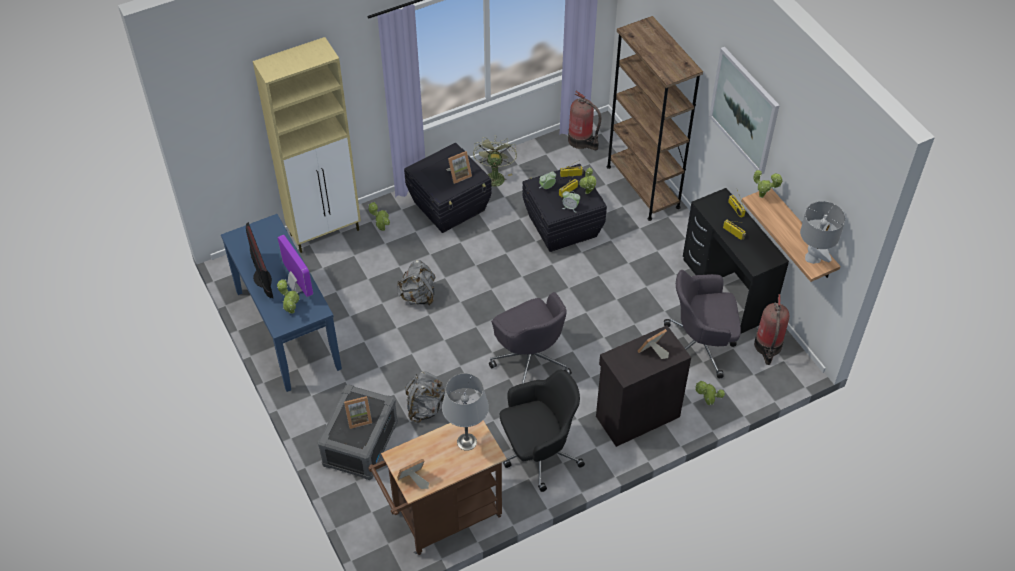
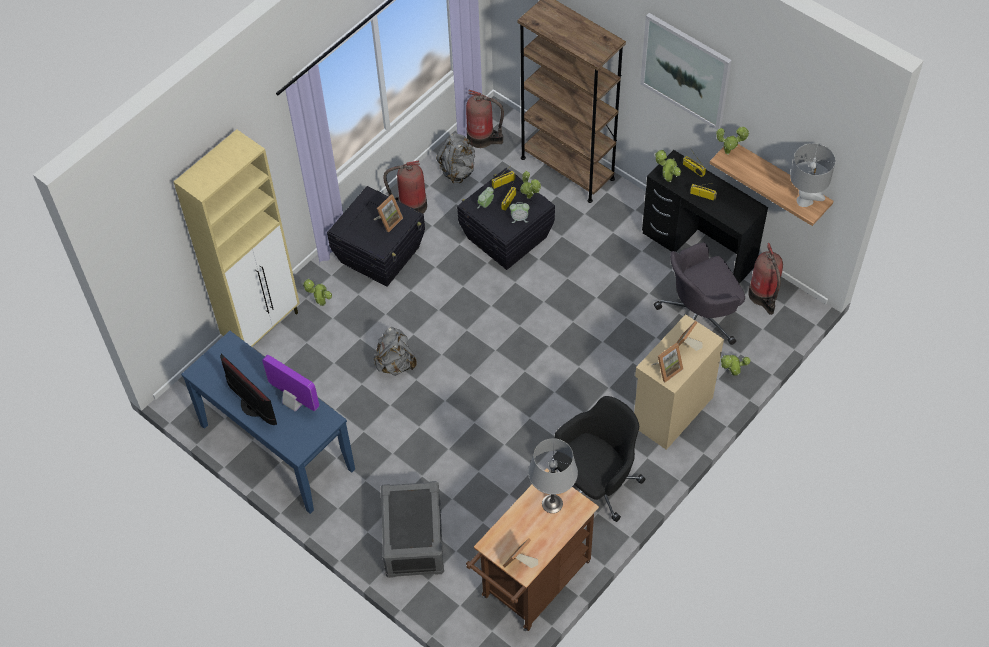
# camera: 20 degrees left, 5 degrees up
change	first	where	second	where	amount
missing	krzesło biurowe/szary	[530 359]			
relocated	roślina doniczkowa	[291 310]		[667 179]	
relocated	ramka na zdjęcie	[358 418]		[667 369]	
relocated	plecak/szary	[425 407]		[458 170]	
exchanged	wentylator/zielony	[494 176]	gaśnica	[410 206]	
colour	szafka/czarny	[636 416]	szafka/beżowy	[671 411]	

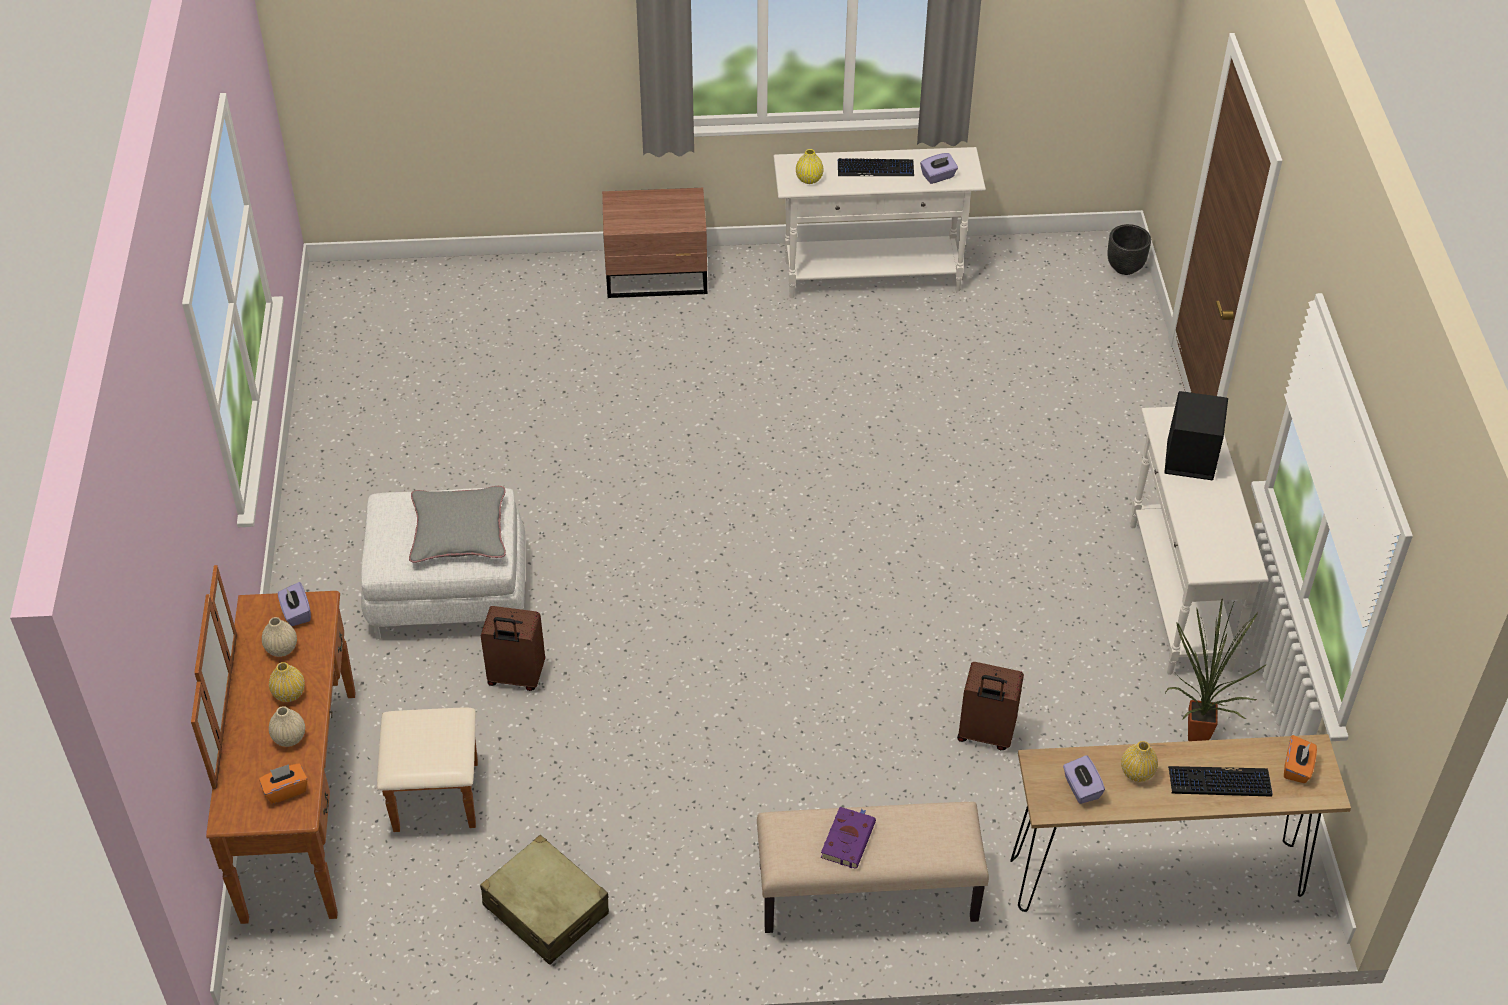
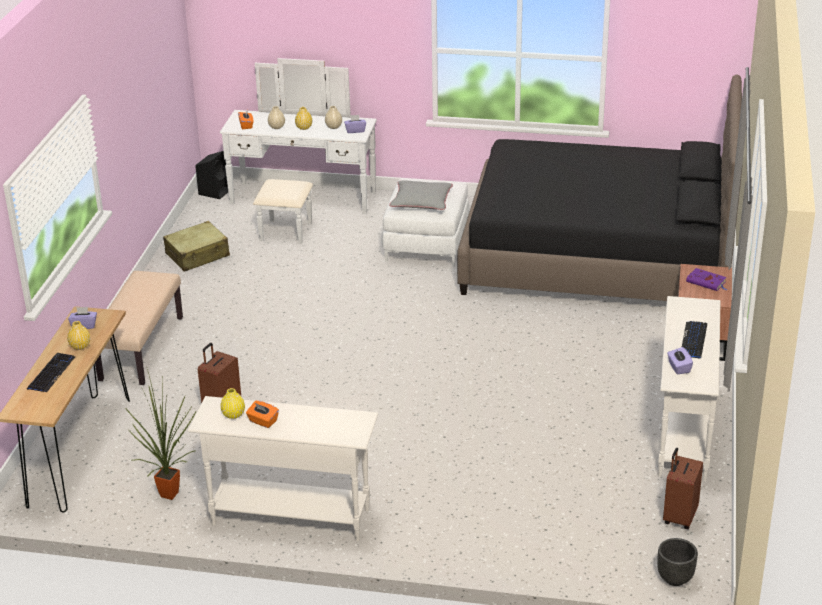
# camera: 105 degrees right, 15 degrees down
change	first	where	second	where	amount
appeared			łóżko/czarny	[598 256]	
relocated	walizka/brązowy	[515 677]		[679 517]	
relocated	wazon/żółty	[809 179]		[233 415]	
relocated	książka/fioletowy	[848 838]		[707 282]	
relocated	głośnik/czarny	[1188 460]		[215 191]	
relocated	pudełko chusteczek/pomarańczowy	[1297 768]		[263 421]	
colour	komoda/brązowy	[332 800]	komoda/biały	[300 205]	

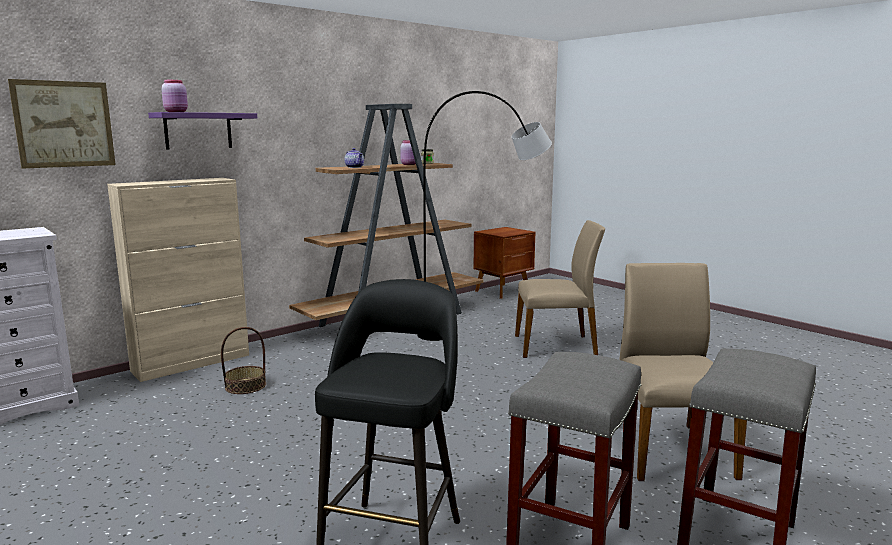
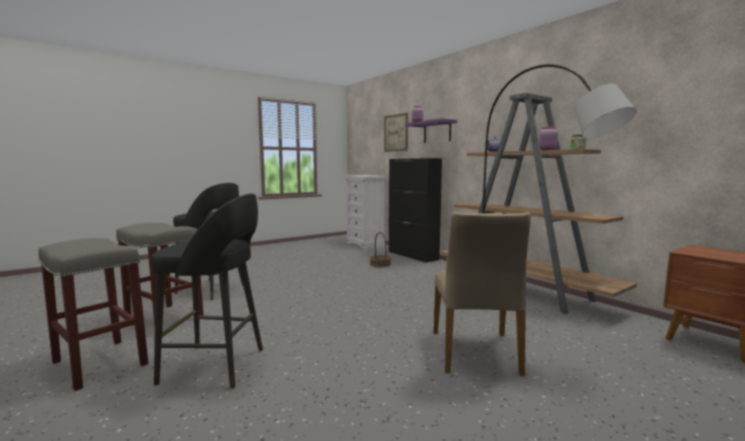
# camera: 95 degrees right, 5 degrees down
change	first	where	second	where	amount
exchanged	krzesło/beżowy	[668 450]	stołek/czarny	[216 366]	
colour	szafka/beżowy	[192 363]	szafka/czarny	[413 255]	

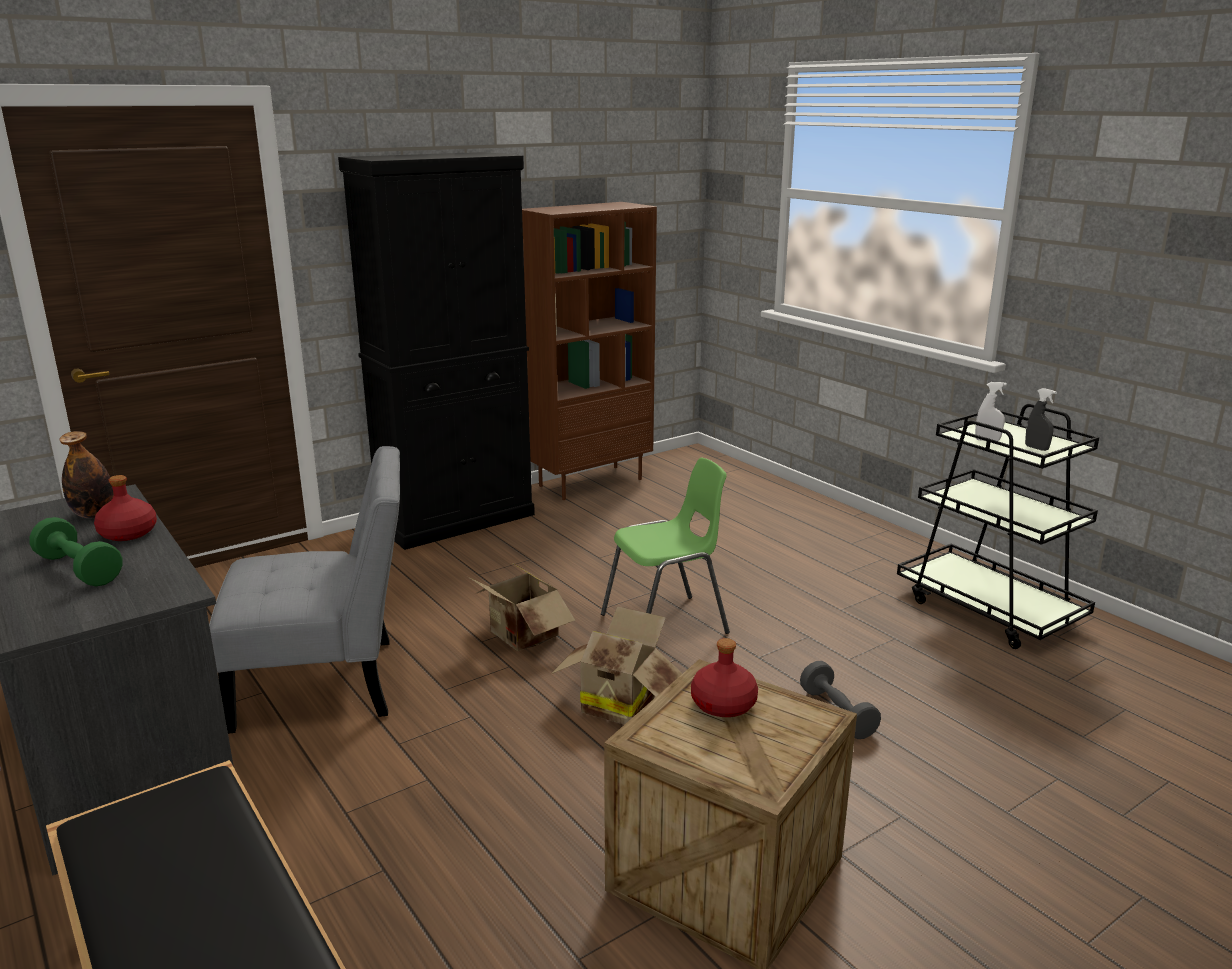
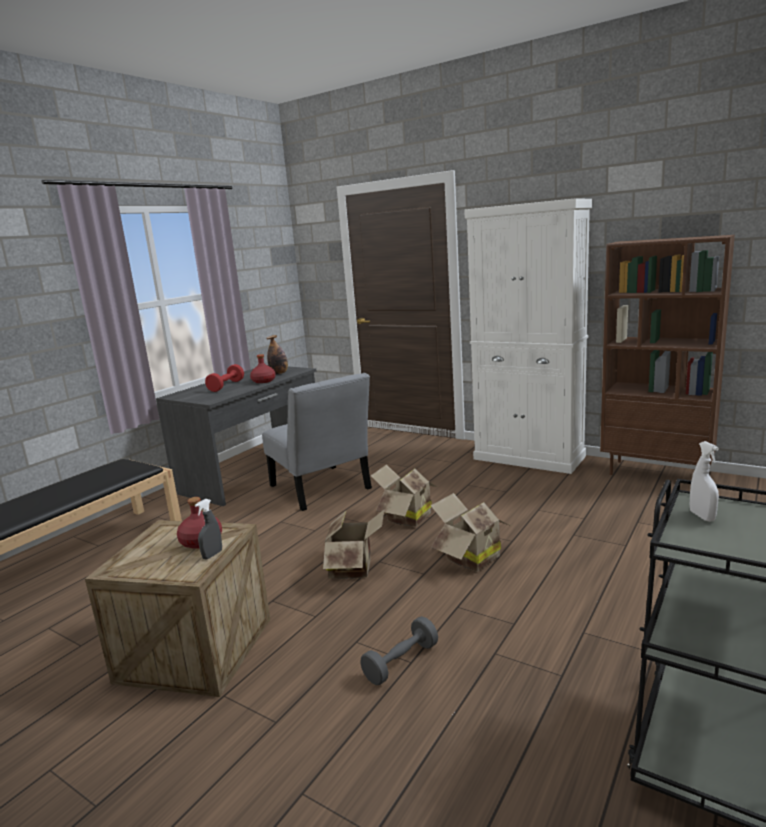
# camera: 70 degrees right, 5 degrees down
change	first	where	second	where	amount
relocated	spryskiwacz/szary	[1036 448]		[212 555]	
exchanged	krzesło/zielony	[666 624]	karton	[468 558]	
colour	hantel/zielony	[79 569]	hantel/czerwony	[226 386]	
colour	szafka/czarny	[456 519]	szafka/biały	[529 458]	

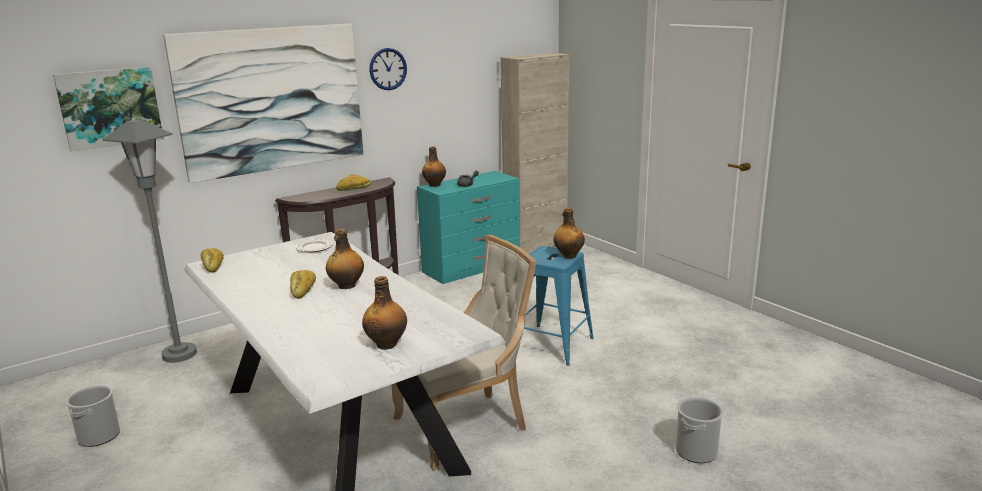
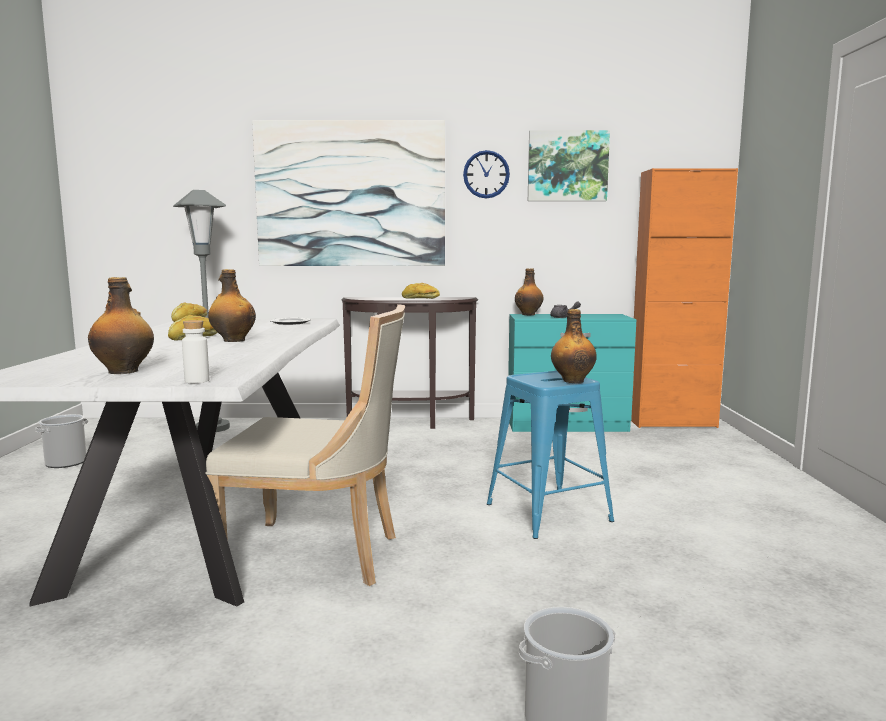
# camera: 35 degrees right, 10 degrees down
change	first	where	second	where	amount
appeared			butelka/biały	[197 381]	
relocated	obraz	[110 107]		[567 166]	
colour	szafka/beżowy	[535 246]	szafka/pomarańczowy	[672 423]	

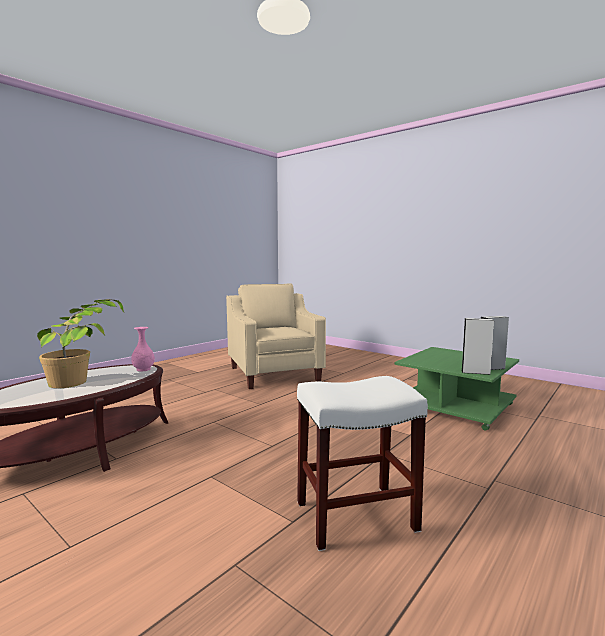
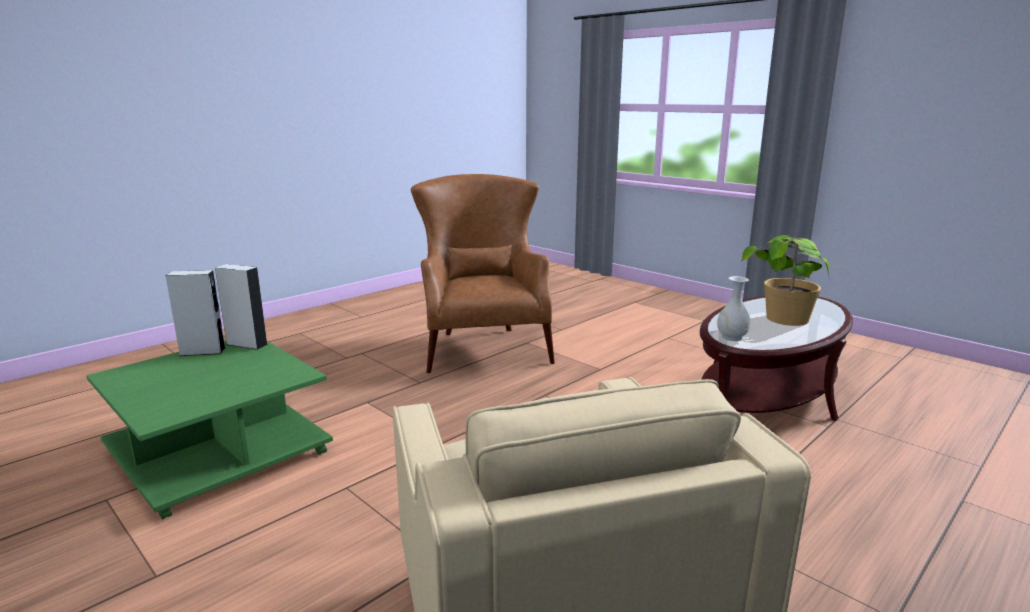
# camera: 175 degrees left, 10 degrees up
change	first	where	second	where	amount
exchanged	stołek/biały	[355 517]	fotel/brązowy	[482 343]	
colour	wazon/różowy	[143 369]	wazon/biały	[732 337]	

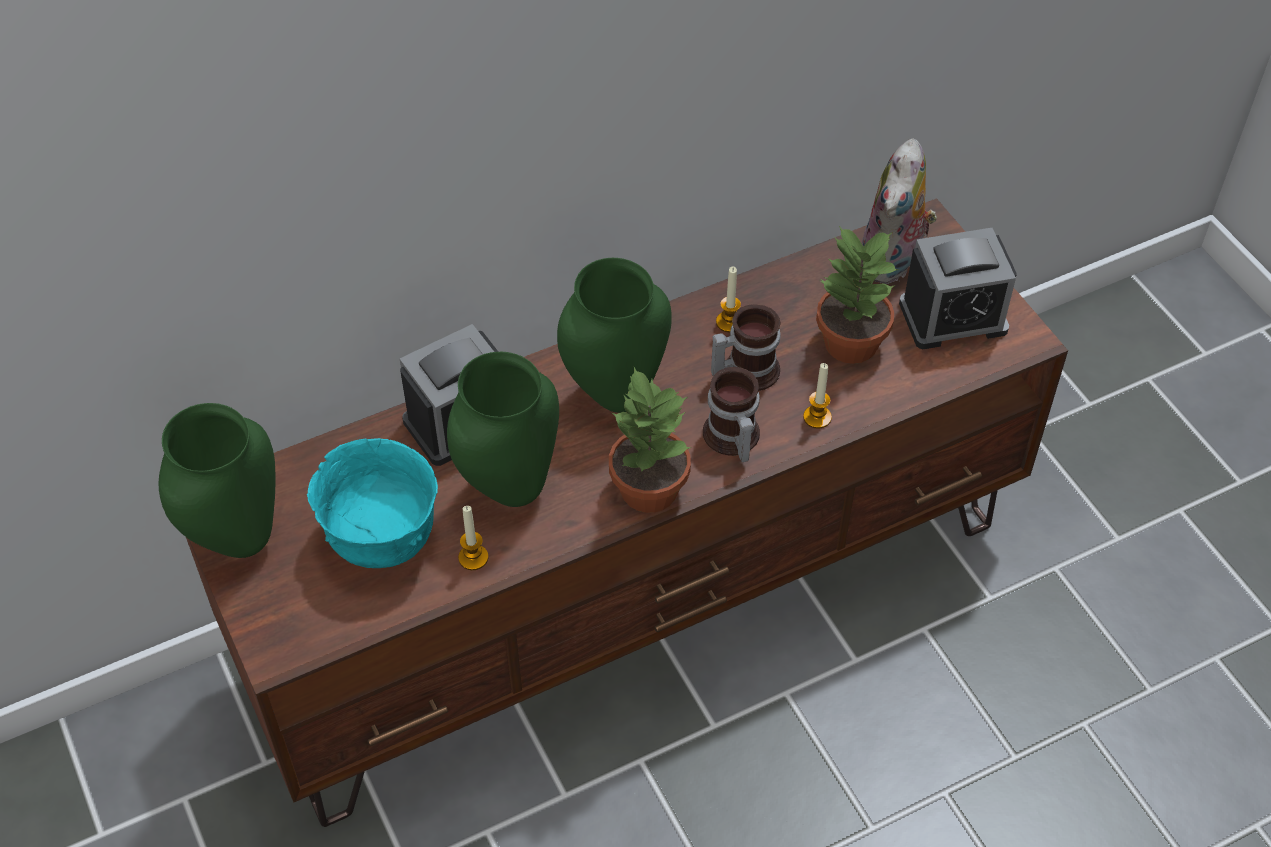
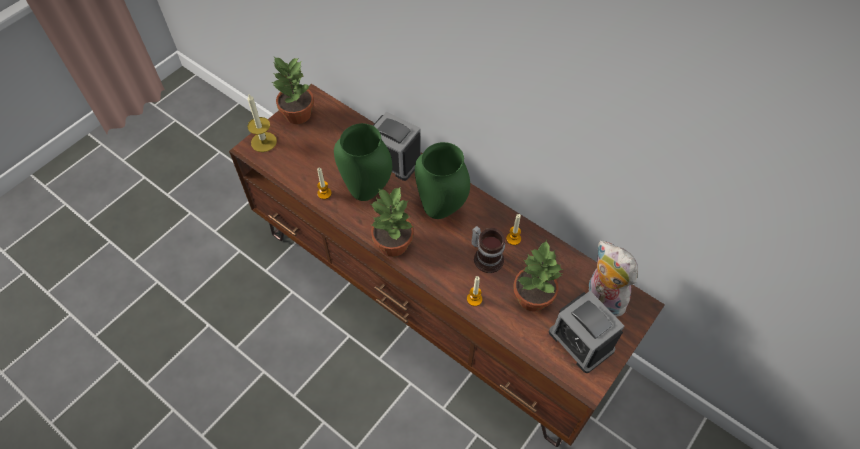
# camera: 65 degrees right, 5 degrees up
change	first	where	second	where	amount
missing	miska/turkusowy	[382 538]			
missing	kubek	[730 438]			
appeared			świeca	[264 142]	
exchanged	wazon/zielony	[240 542]	roślina doniczkowa	[297 114]	
spun	pluszak	[893 262]		[602 298]	60 degrees clockwise

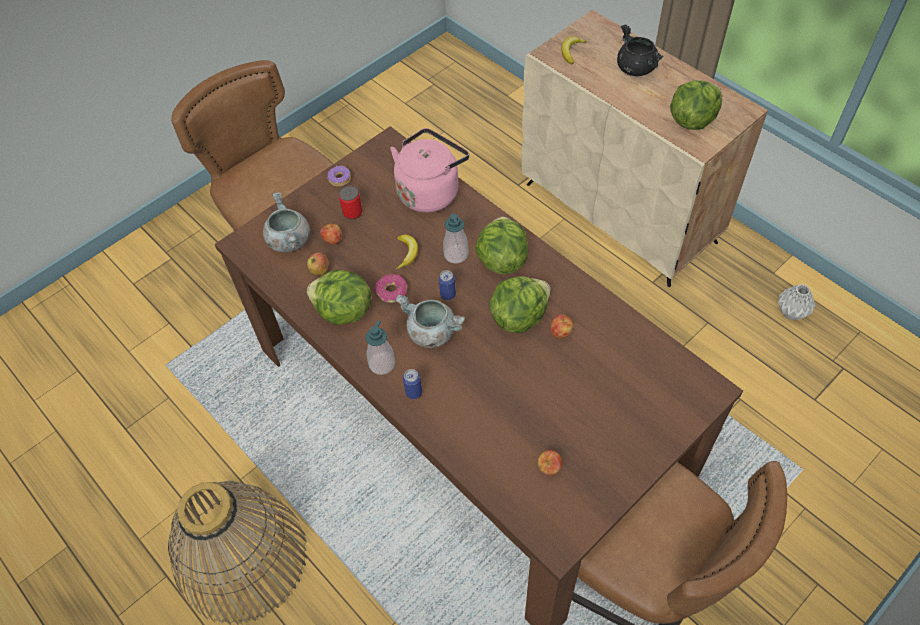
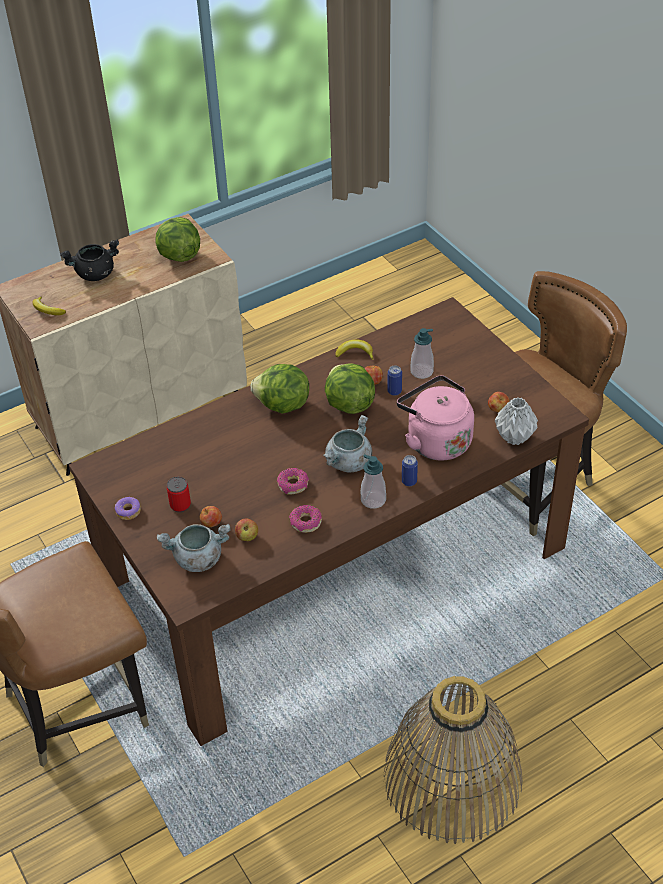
# camera: 80 degrees left, 10 degrees down
change	first	where	second	where	amount
relocated	czajnik/różowy	[430 191]		[435 440]	
relocated	banan	[407 253]		[355 353]	
relocated	puszka	[448 295]		[394 391]	
relocated	dozownik mydła	[456 254]		[421 371]	
relocated	wazon/szary	[791 313]		[515 437]	
exchanged	sałata	[343 312]	donut	[305 522]	

